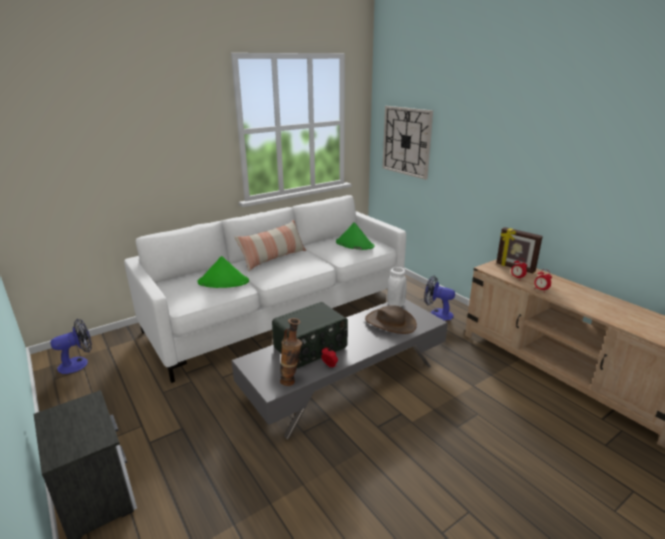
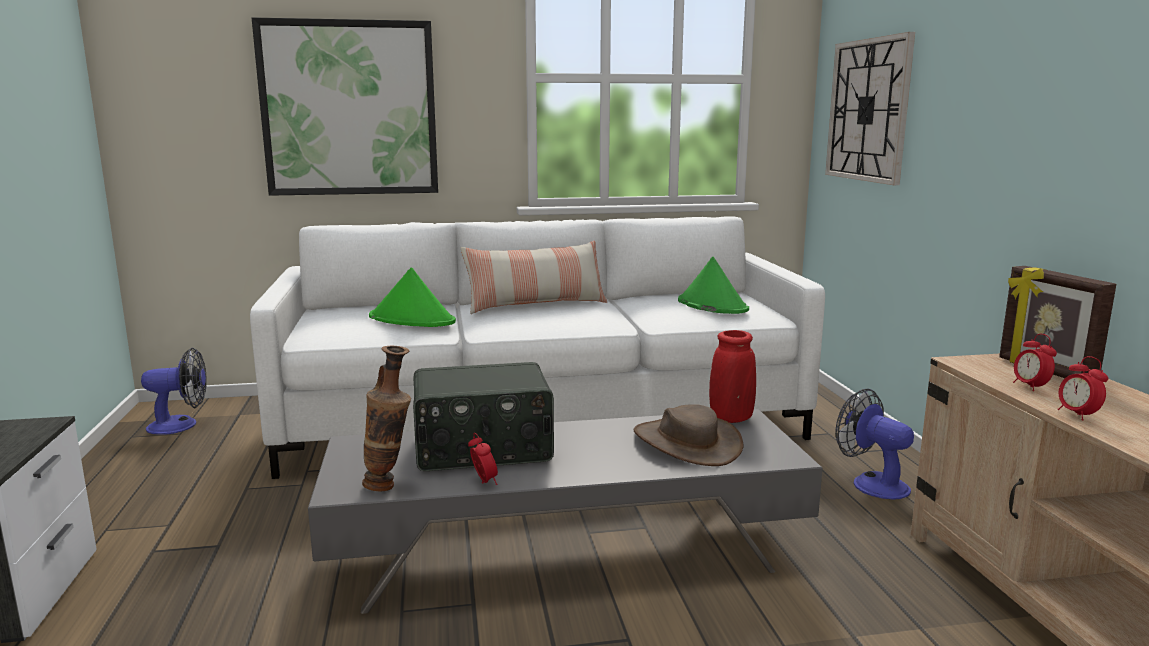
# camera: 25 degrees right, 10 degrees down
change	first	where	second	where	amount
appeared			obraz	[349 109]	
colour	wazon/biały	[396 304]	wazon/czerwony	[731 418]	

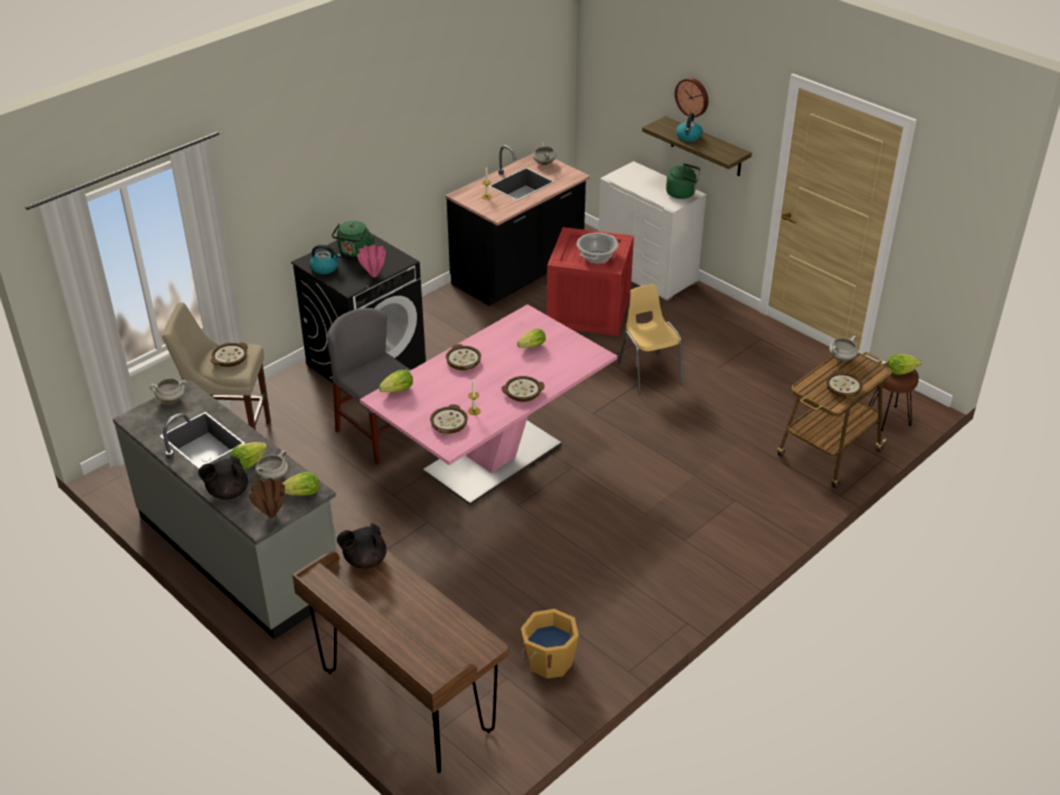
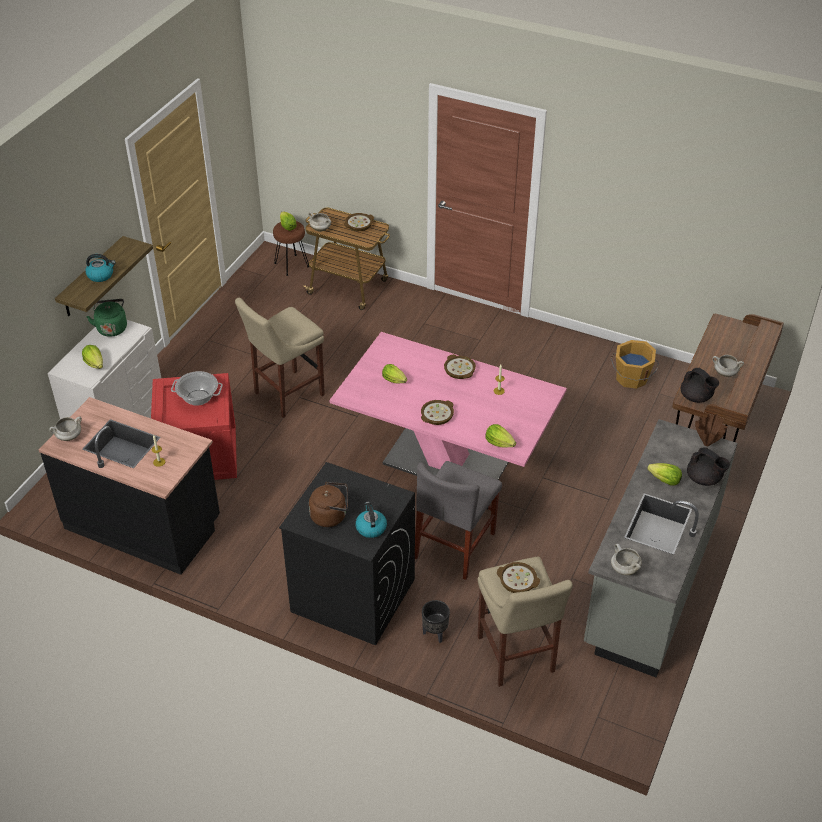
# camera: 110 degrees left, 5 degrees up
change	first	where	second	where	amount
missing	wazon/różowy	[373 275]			
missing	miska	[448 424]			
missing	zegar ścienny	[693 96]			
appeared			donica/czarny	[435 633]	
relocated	garnek/biały	[273 477]		[724 373]	
relocated	sałata	[302 494]		[95 364]	
exchanged	krzesło/żółty	[649 373]	stołek/beżowy	[286 395]	
colour	czajnik/zielony	[354 252]	czajnik/brązowy	[331 516]	

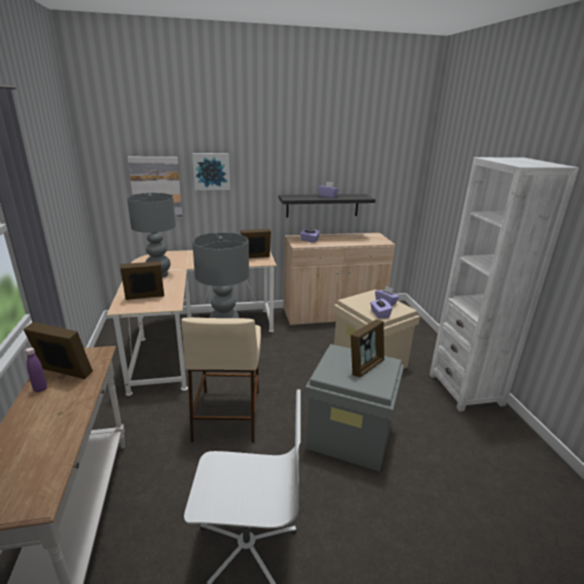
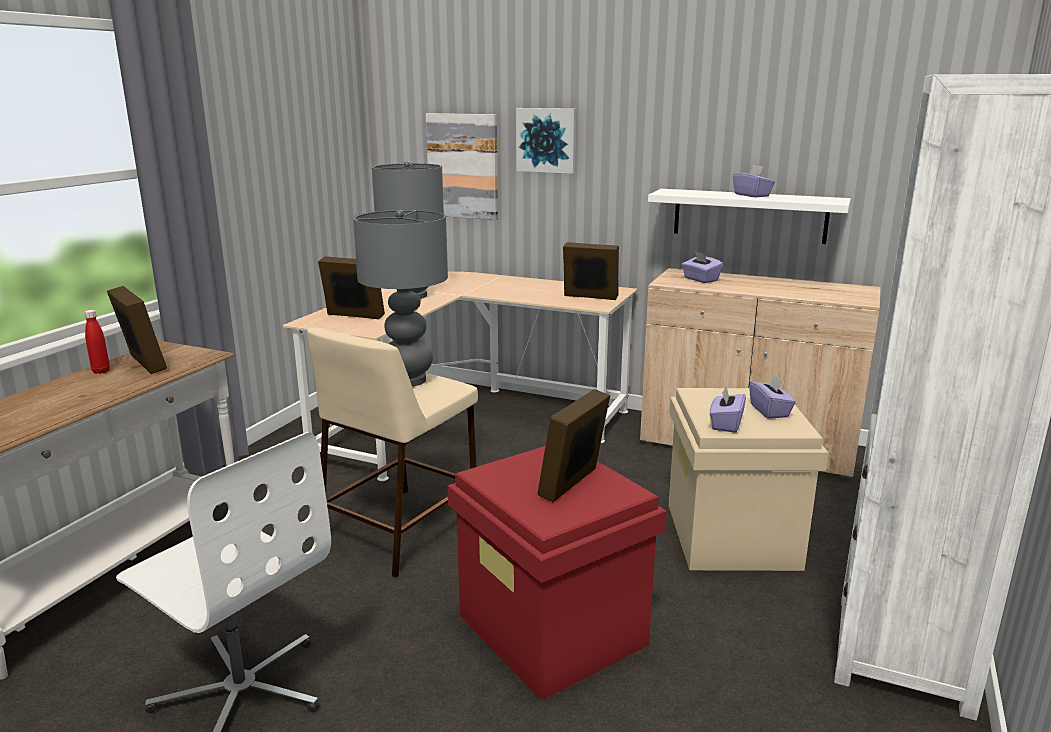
# camera: 35 degrees right, 5 degrees down
change	first	where	second	where	amount
colour	butelka/fioletowy	[40 389]	butelka/czerwony	[101 371]	
colour	półka/czarny	[322 205]	półka/biały	[749 215]	
colour	pojemnik do przechowywania/szary	[350 436]	pojemnik do przechowywania/czerwony	[553 630]	
spun	ramka na zdjęcie	[366 366]		[573 484]	135 degrees clockwise

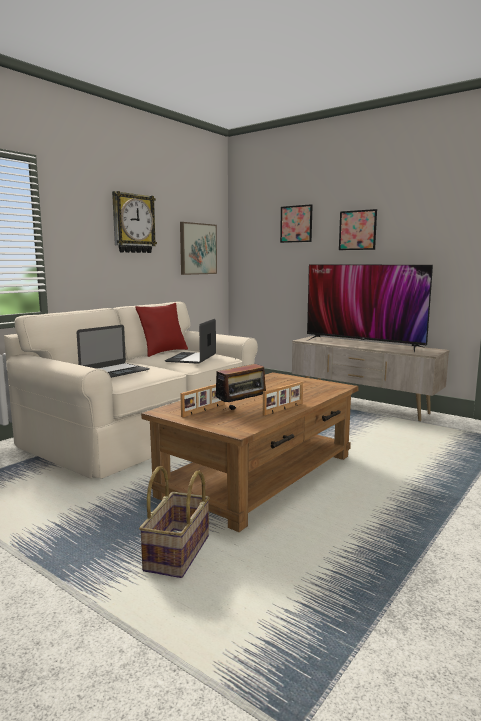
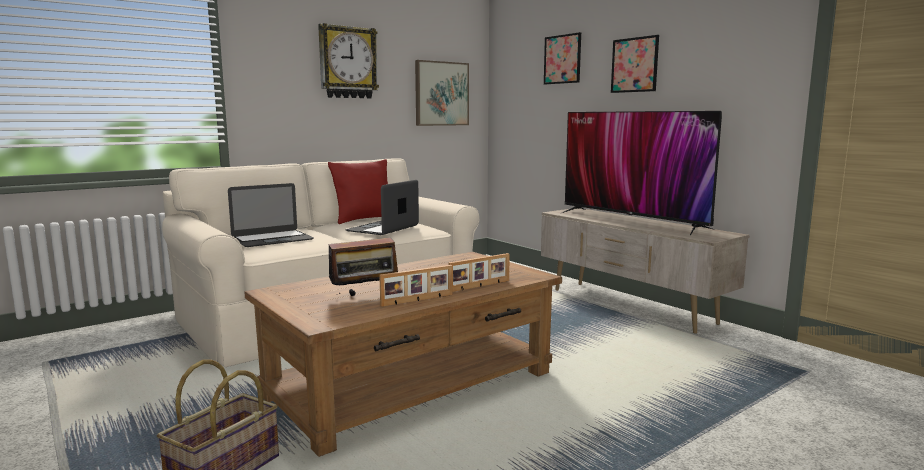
# camera: 15 degrees right, 0 degrees up
change	first	where	second	where	amount
relocated	ramka na zdjęcie	[204 410]		[480 286]	

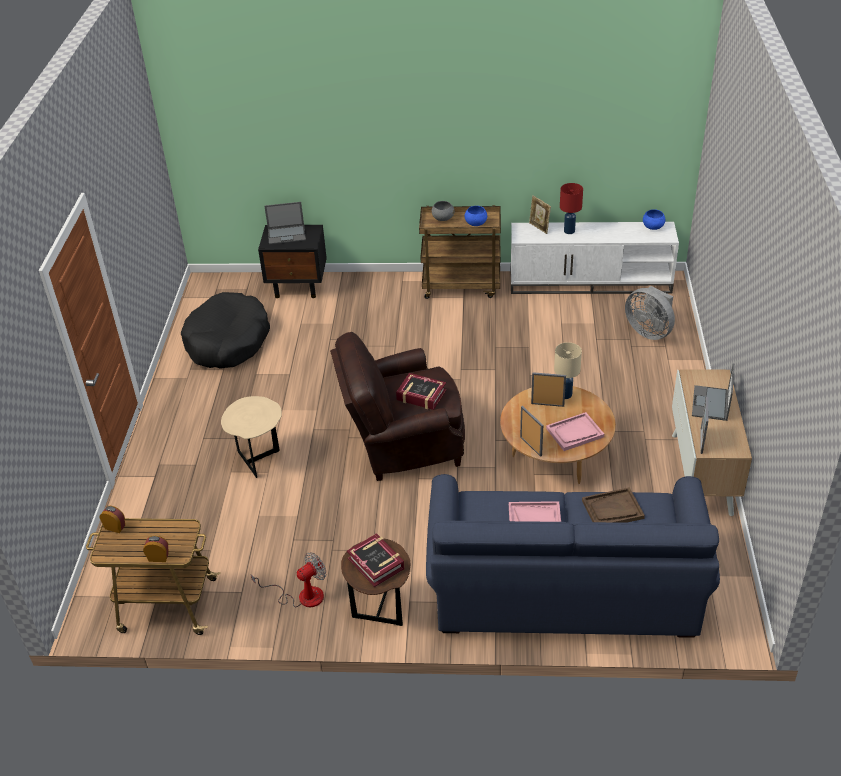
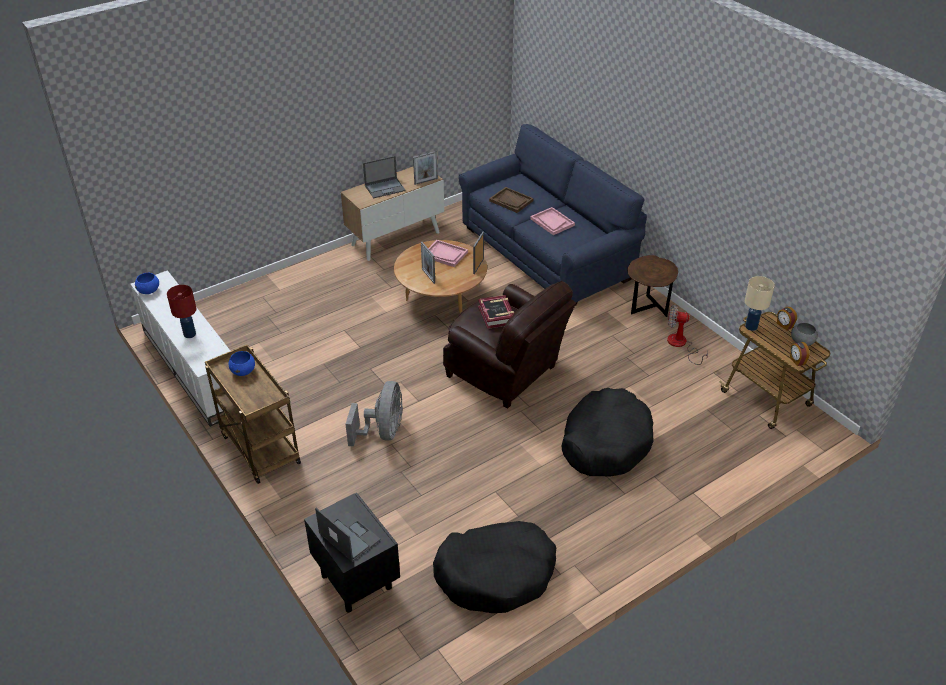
# camera: 130 degrees left, 0 degrees up
change	first	where	second	where	amount
missing	książka	[376 563]			
missing	ramka na zdjęcie	[539 228]			
relocated	miska/szary	[443 218]		[802 342]	
relocated	lampa stołowa/beżowy	[565 394]		[751 327]	
relocated	wentylator/szary	[649 331]		[383 432]	
exchanged	stolik/beżowy	[259 459]	legowisko/czarny	[605 442]	

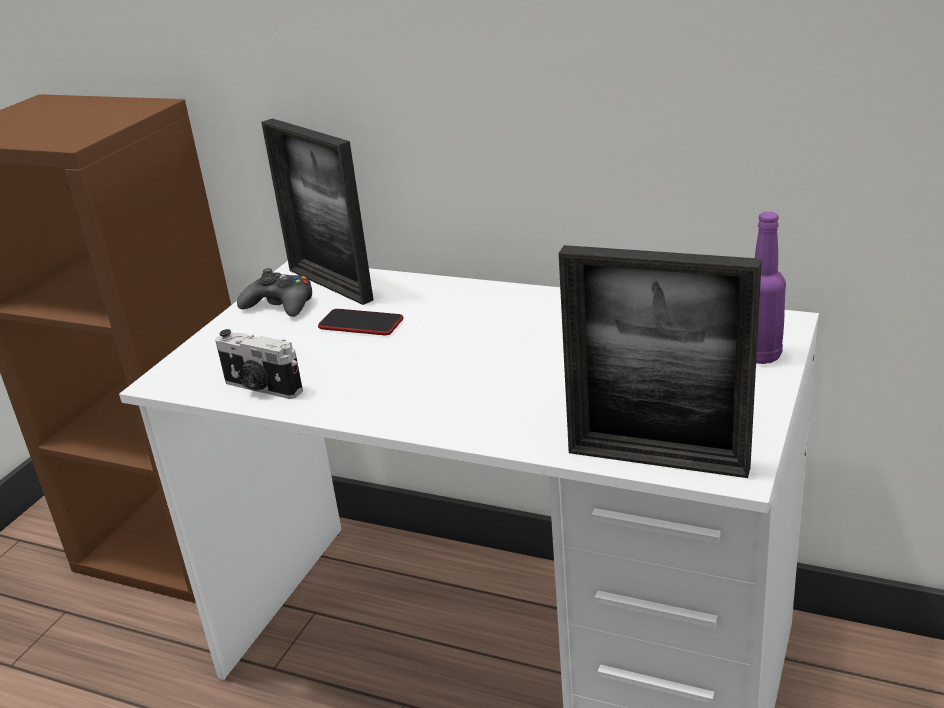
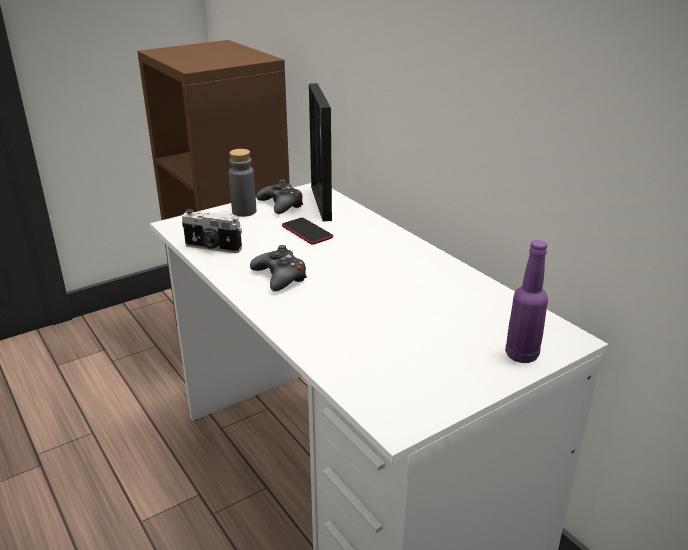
# camera: 30 degrees right, 0 degrees up
change	first	where	second	where	amount
missing	ramka na zdjęcie	[657 460]			
appeared			butelka/szary	[244 211]	
appeared			pad do gier/czarny	[280 277]	
spun	aparat fotograficzny	[261 388]		[212 248]	45 degrees counterclockwise

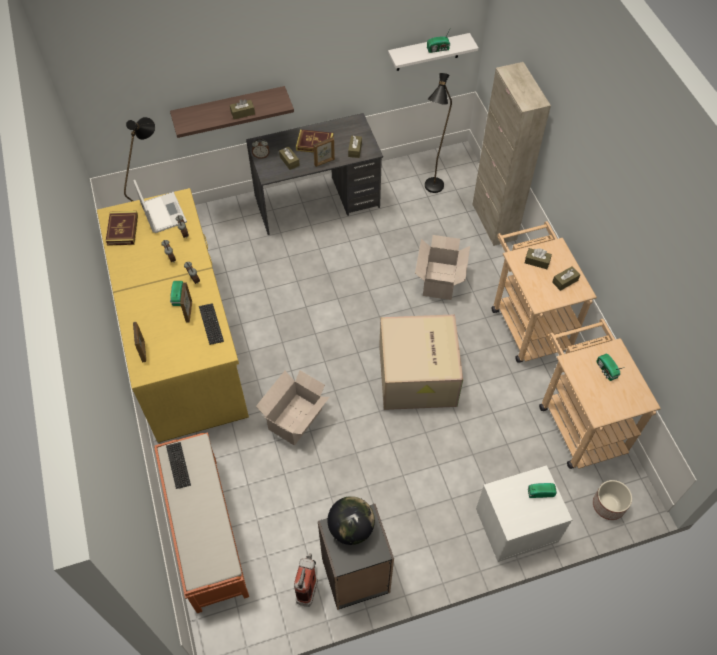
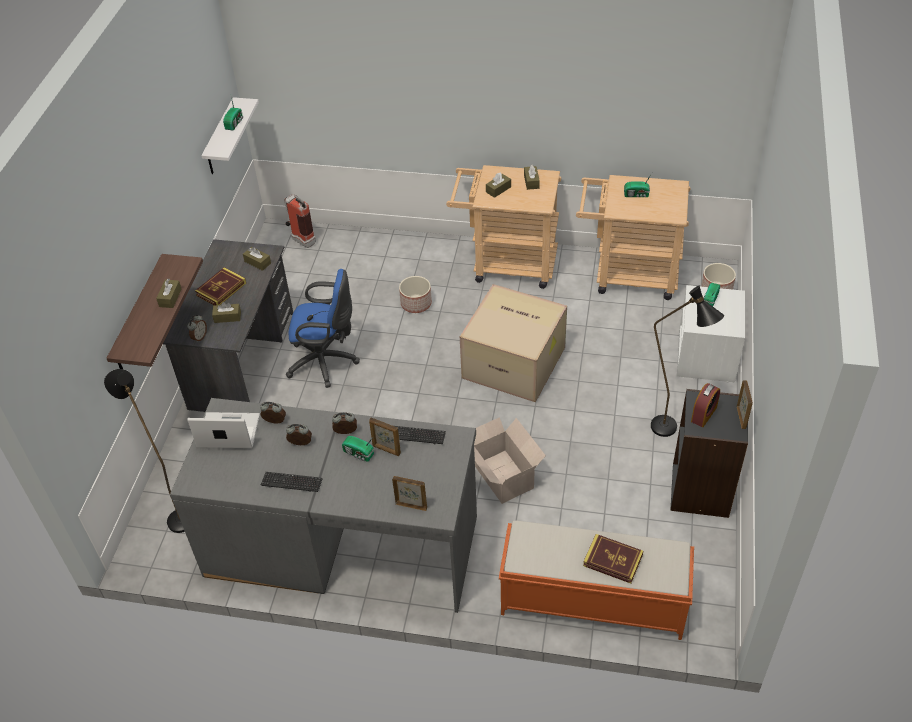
# camera: 60 degrees left, 10 degrees down
change	first	where	second	where	amount
missing	szafka/beżowy	[494 222]			
appeared			krzesło biurowe/niebieski	[326 362]	
relocated	książka	[122 230]		[612 560]	
relocated	klawiatura	[178 465]		[291 482]	
relocated	gaśnica	[308 585]		[300 239]	
relocated	ramka na zdjęcie	[324 162]		[741 417]	
relocated	lampa stojąca/czarny	[432 191]		[671 432]	
exchanged	globus	[351 528]	budzik	[704 414]	
exchanged	karton	[440 279]	donica	[416 303]	
colour	biurko/żółty	[185 343]	biurko/szary	[342 544]	

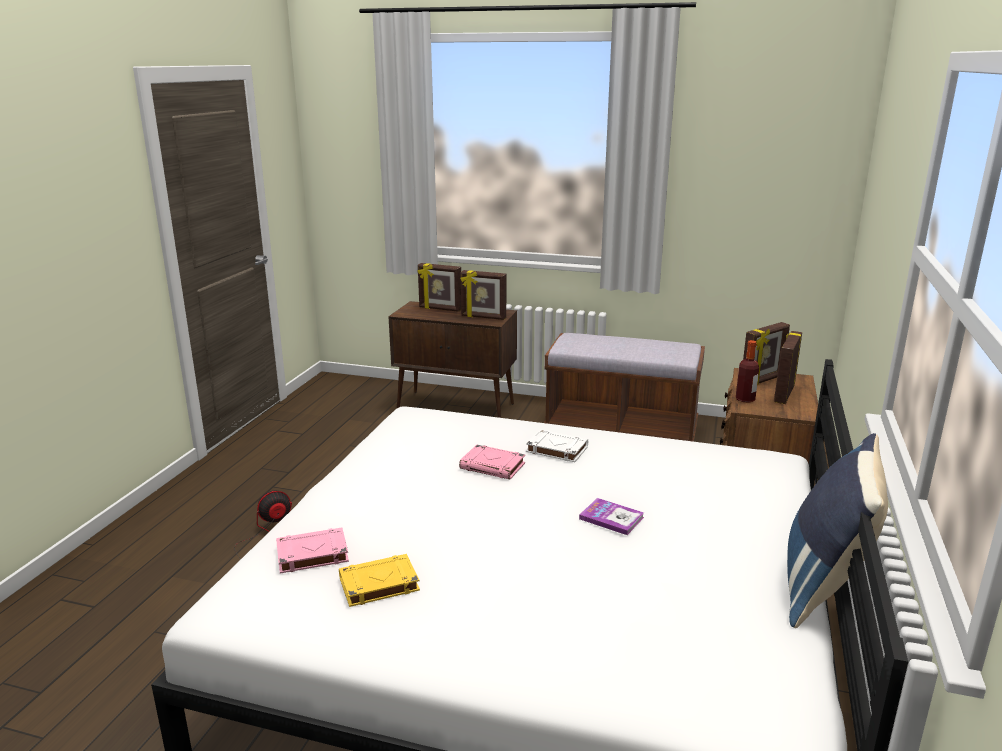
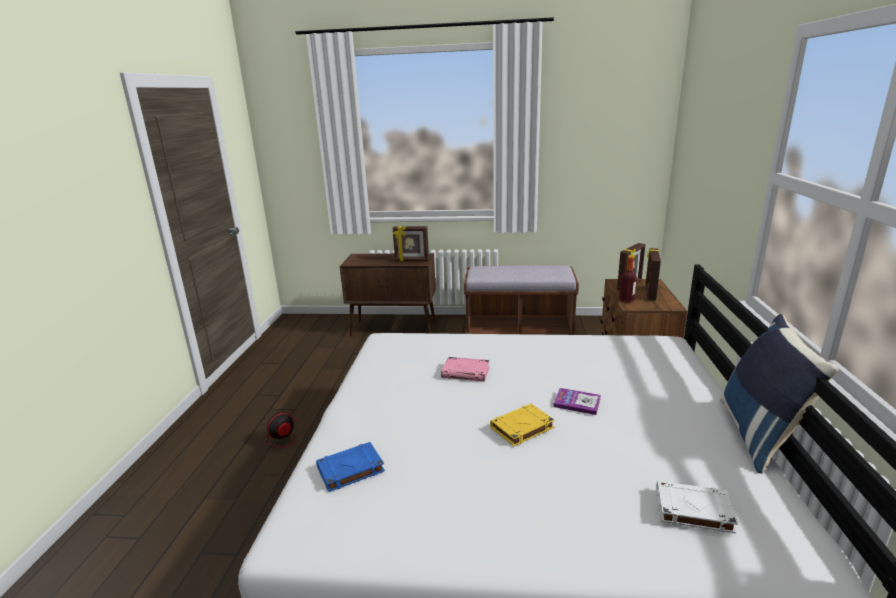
# camera: 10 degrees left, 0 degrees up
change	first	where	second	where	amount
missing	ramka na zdjęcie	[440 309]			
relocated	książka/żółty	[378 585]		[521 428]	
relocated	książka/biały	[556 449]		[692 510]	
colour	książka/różowy	[311 555]	książka/niebieski	[350 470]	

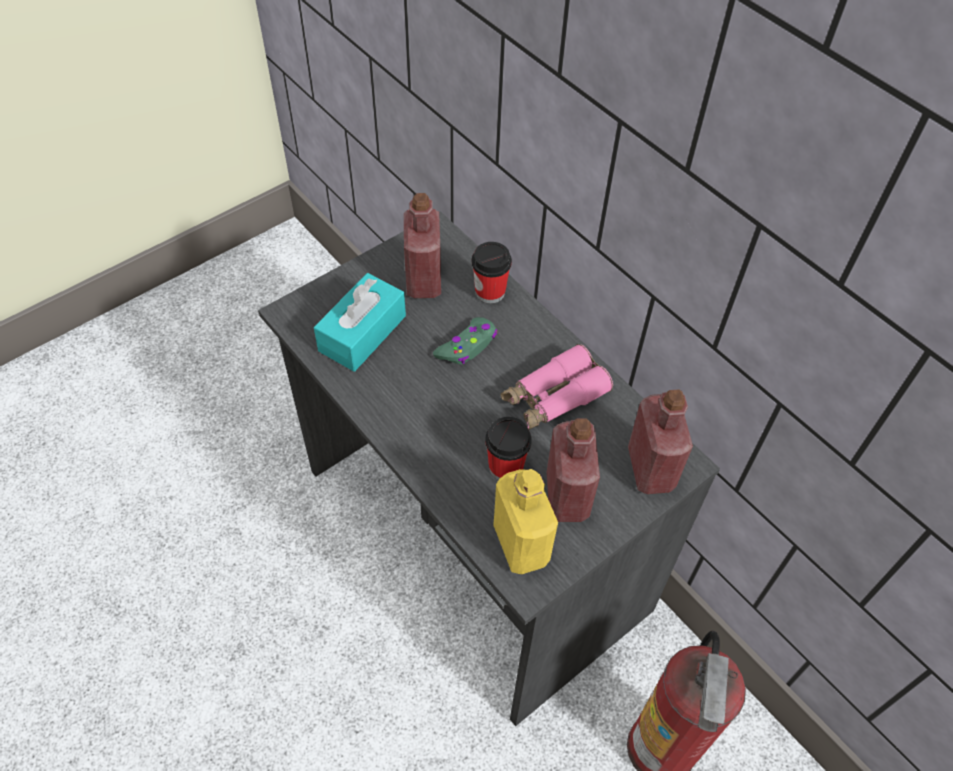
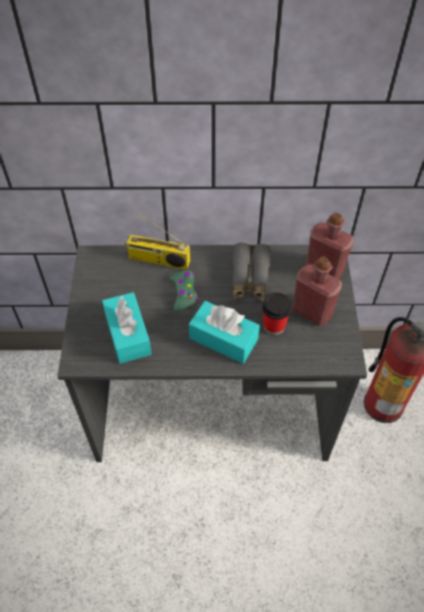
# camera: 50 degrees left, 0 degrees up
change	first	where	second	where	amount
missing	butelka/czerwony	[423 280]			
missing	butelka/żółty	[521 544]			
appeared			pudełko chusteczek/turkusowy	[223 339]	
exchanged	filiżanka	[490 292]	radio	[157 260]	
colour	lornetka/różowy	[554 397]	lornetka/szary	[250 278]	

